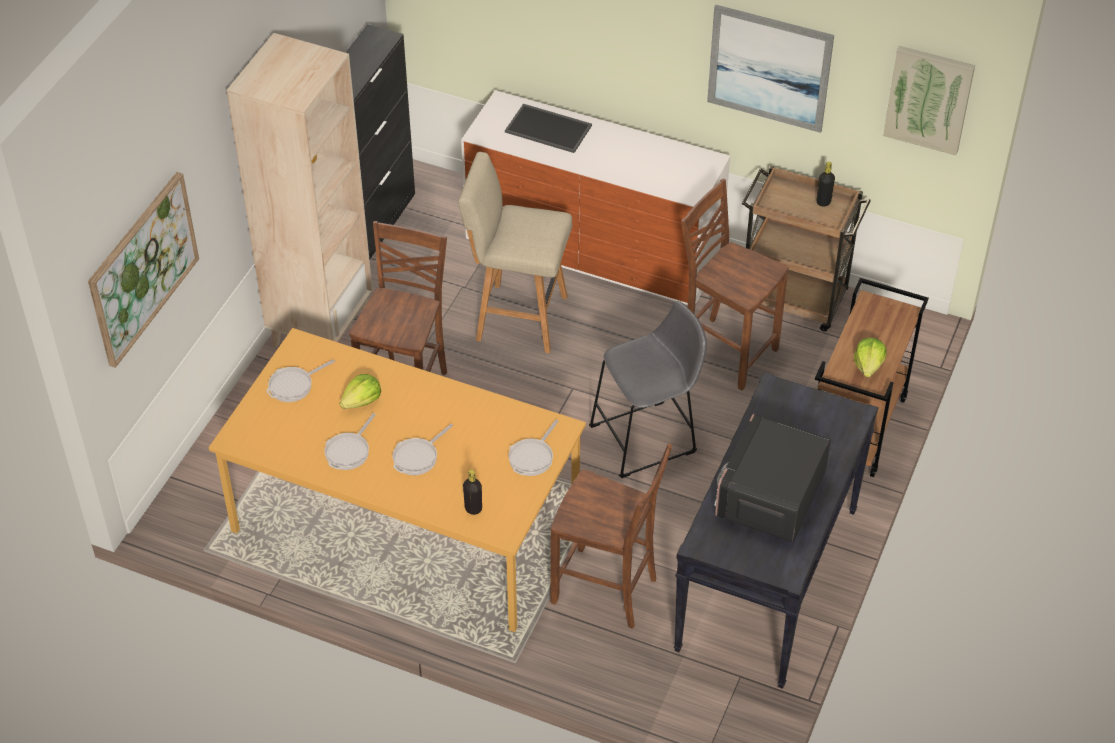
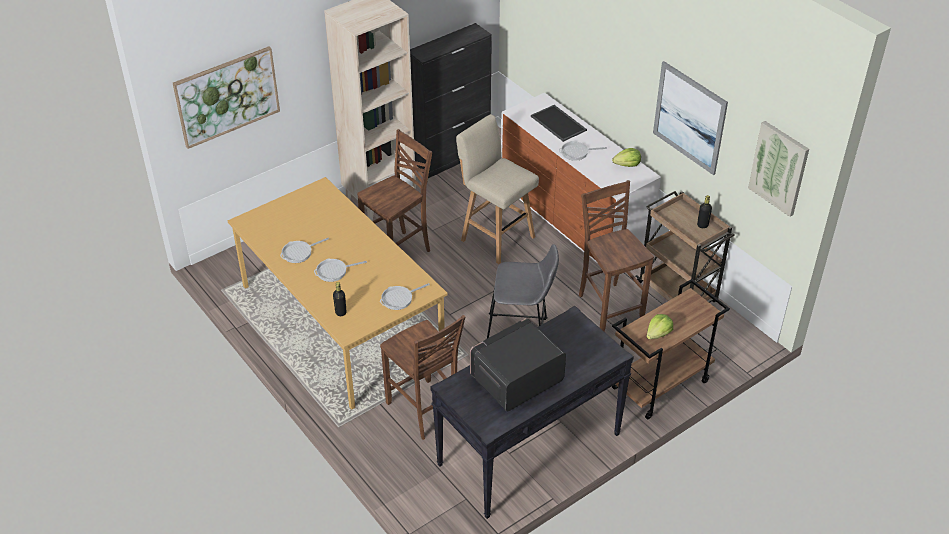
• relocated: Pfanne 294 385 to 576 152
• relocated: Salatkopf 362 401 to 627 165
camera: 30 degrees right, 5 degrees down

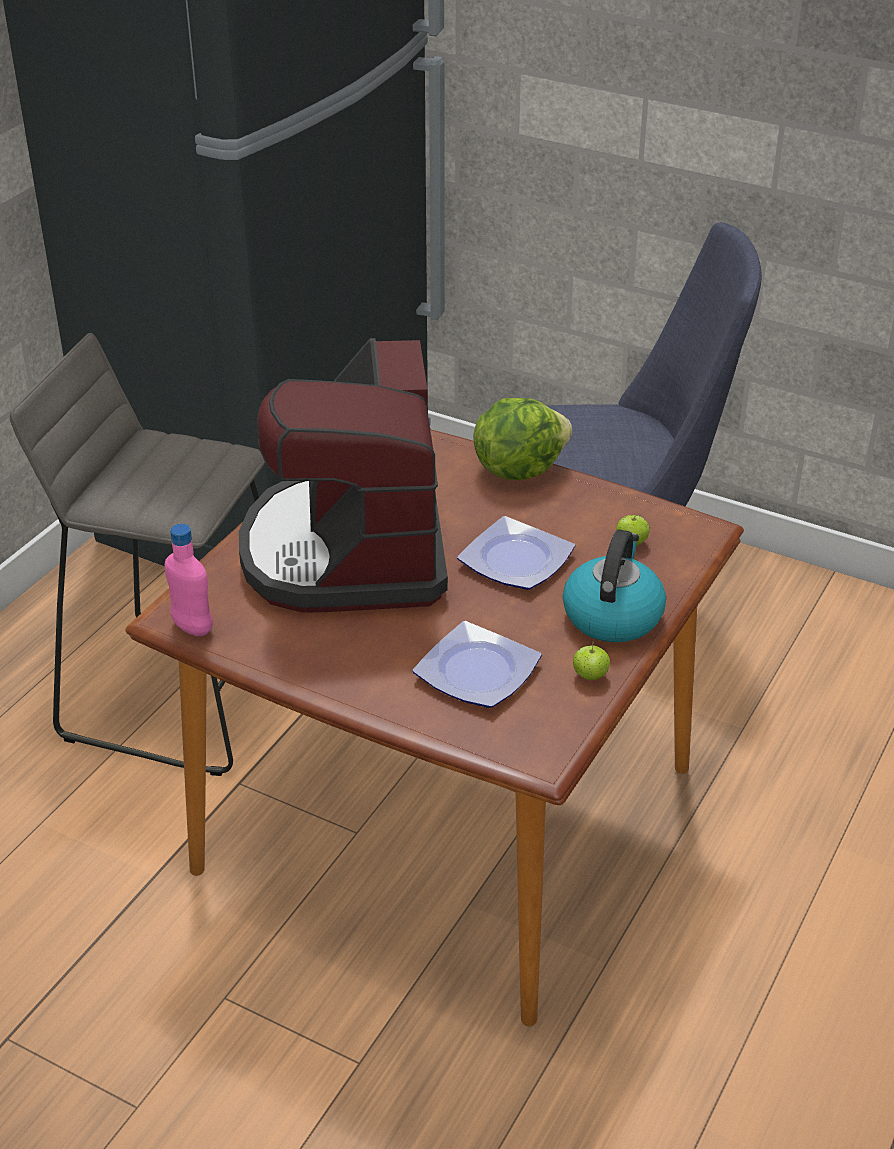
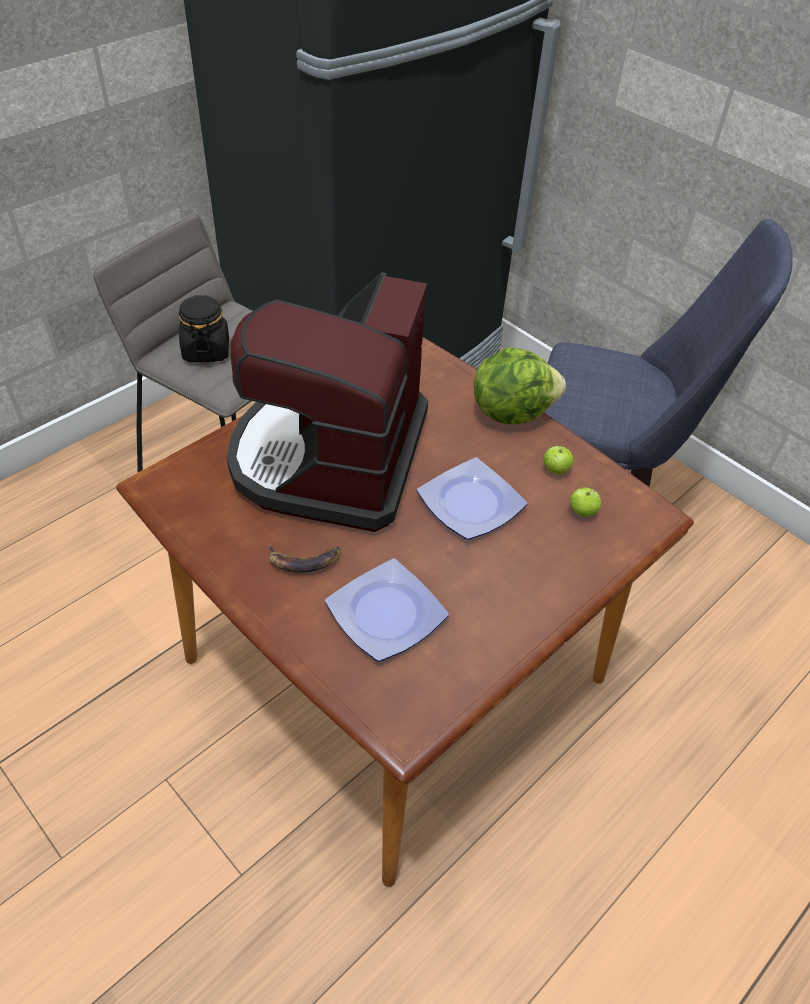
• missing: Flasche [rosa] 192 628
• missing: Wasserkessel 612 615
• relocated: Apfel 590 676 to 555 470
• appeared: Vorratsglas [schwarz] 206 350
• appeared: Banane 304 560
camera: 15 degrees right, 10 degrees up

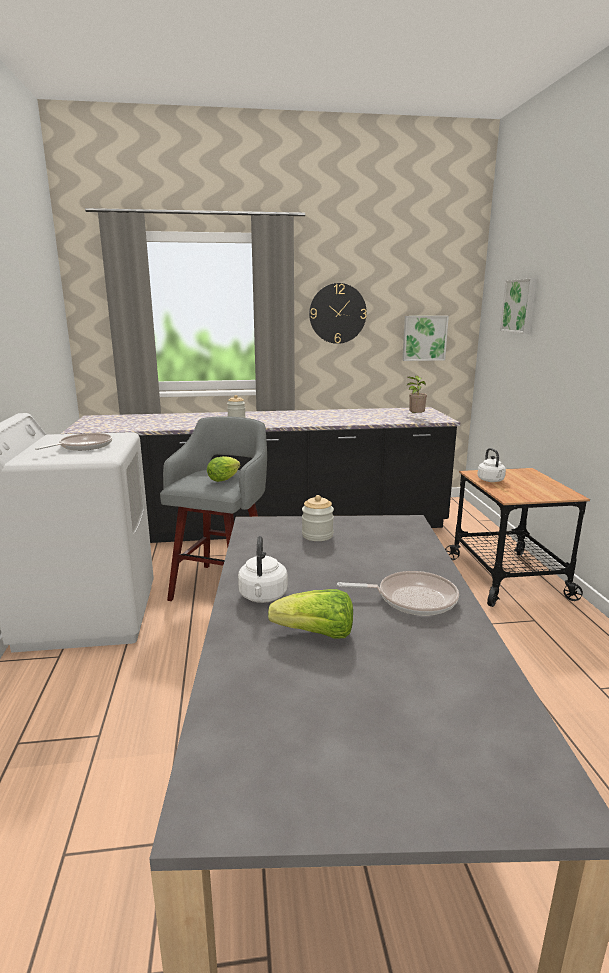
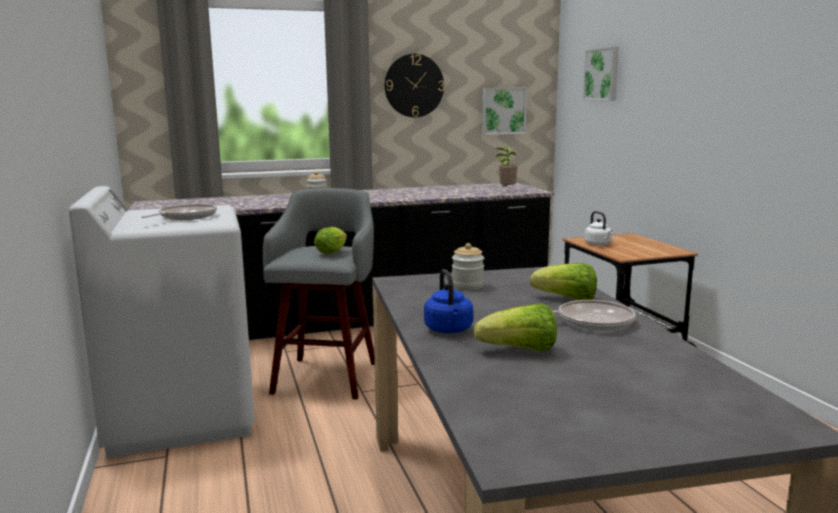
• colour: Wasserkessel [weiß] 263 597 to Wasserkessel [blau] 449 330
• appeared: Salatkopf 566 299
camera: 10 degrees left, 5 degrees down

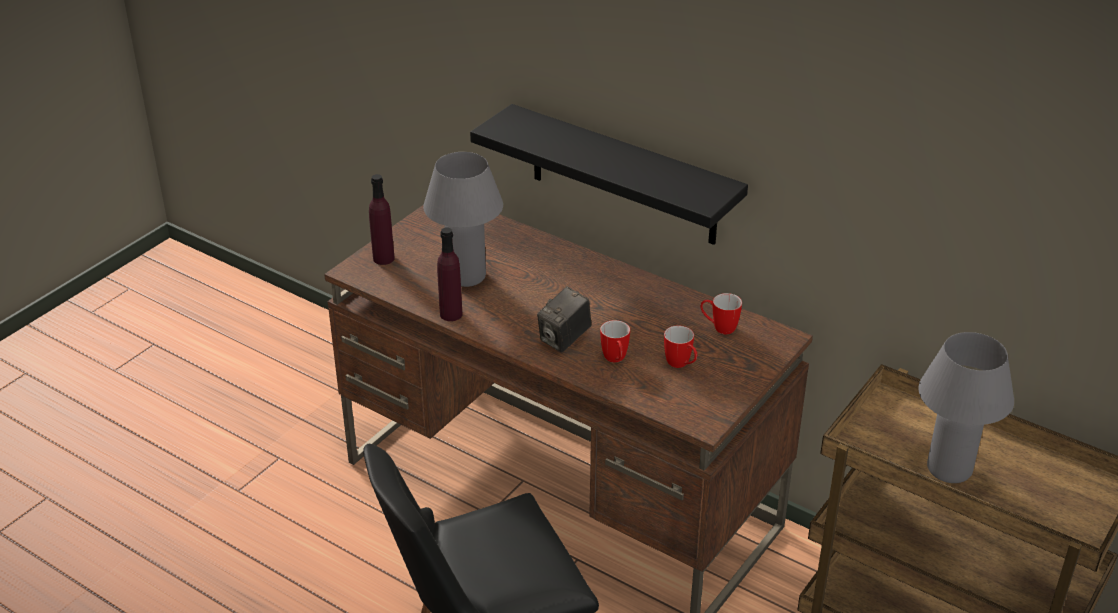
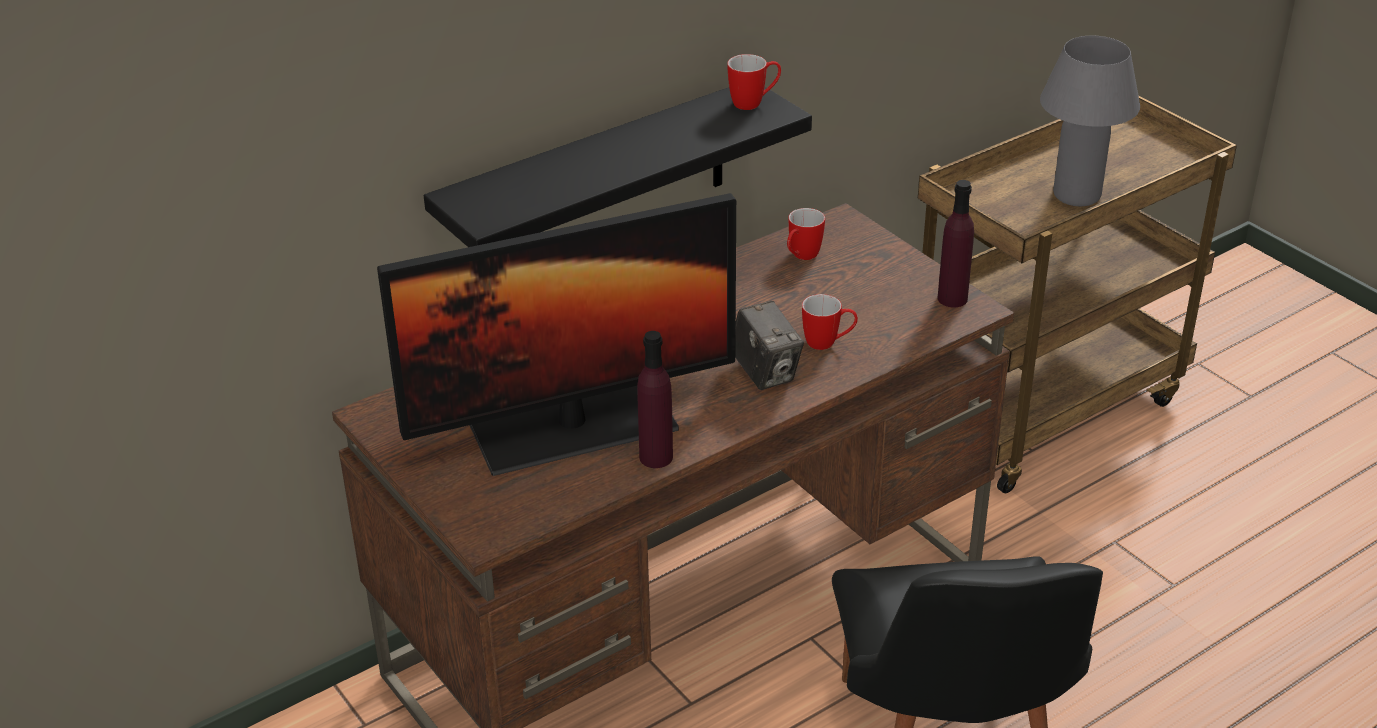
• relocated: Flasche [lila] 383 258 to 952 299
• exchanged: Tischlampe [grau] 466 276 to Monitor 573 427
• relocated: Henkelbecher 681 365 to 754 103
camera: 70 degrees left, 0 degrees up

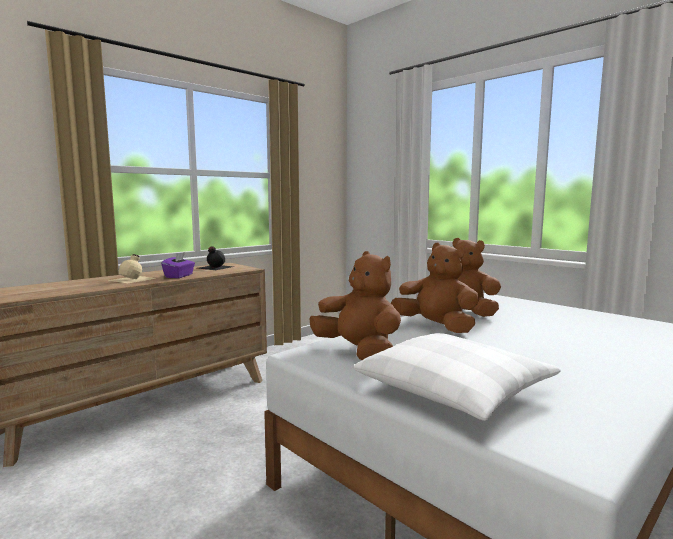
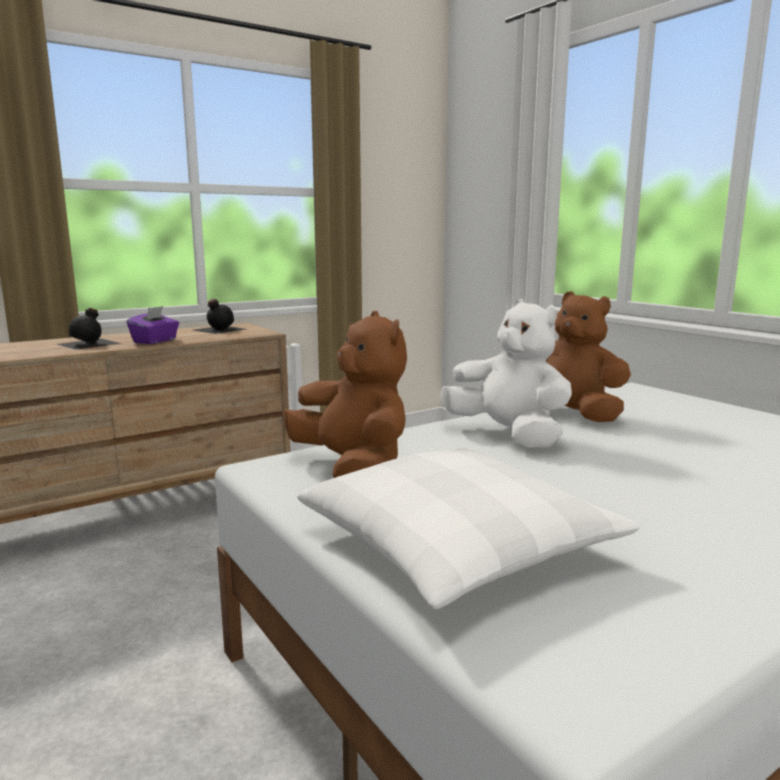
• colour: Flasche [beige] 133 279 to Flasche [schwarz] 90 343
• colour: Plüschtier [braun] 436 327 to Plüschtier [weiß] 508 435
camera: 10 degrees right, 5 degrees up

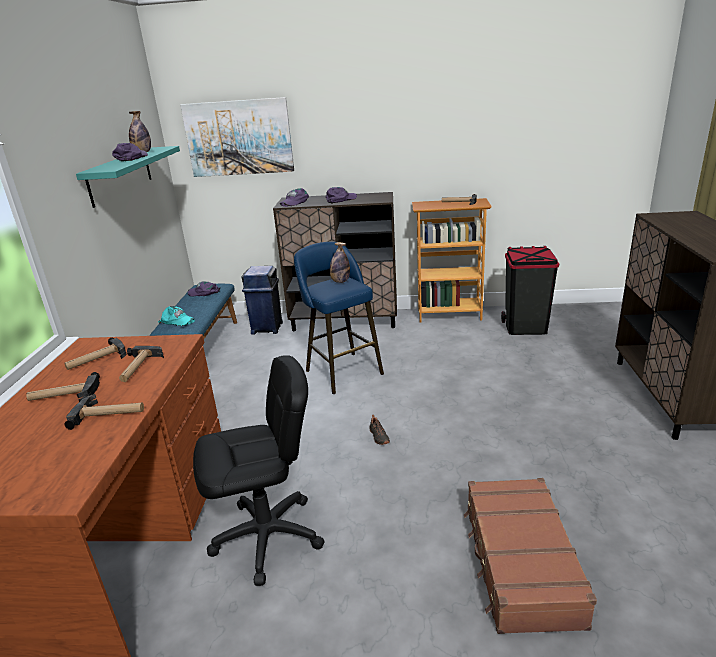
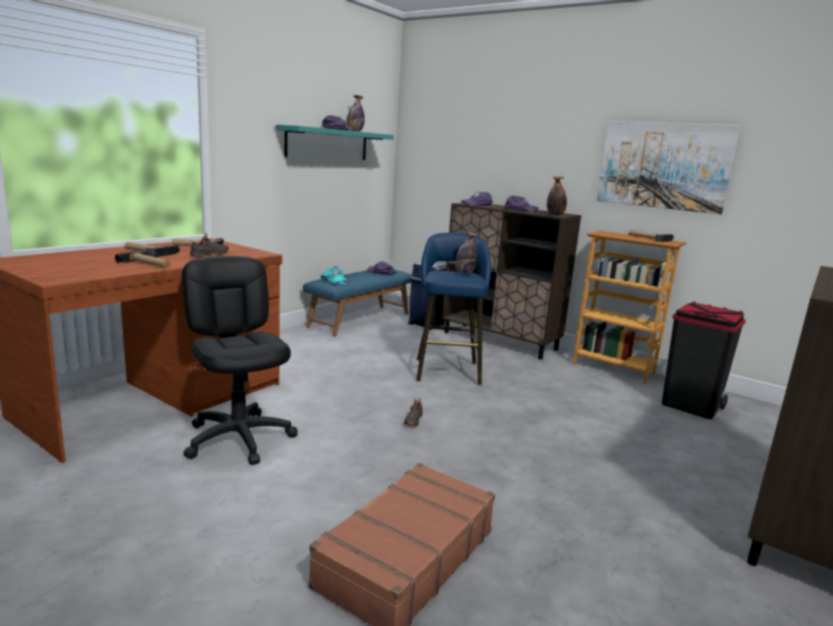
• exchanged: Hammer 138 367 to Schuh [schwarz] 210 255
• relocated: Bild 239 138 to 663 166
• spun: Bürostuhl [schwarz] 268 537 = 239 438 135 degrees counterclockwise
• appeared: Flasche 555 215
camera: 30 degrees right, 10 degrees down

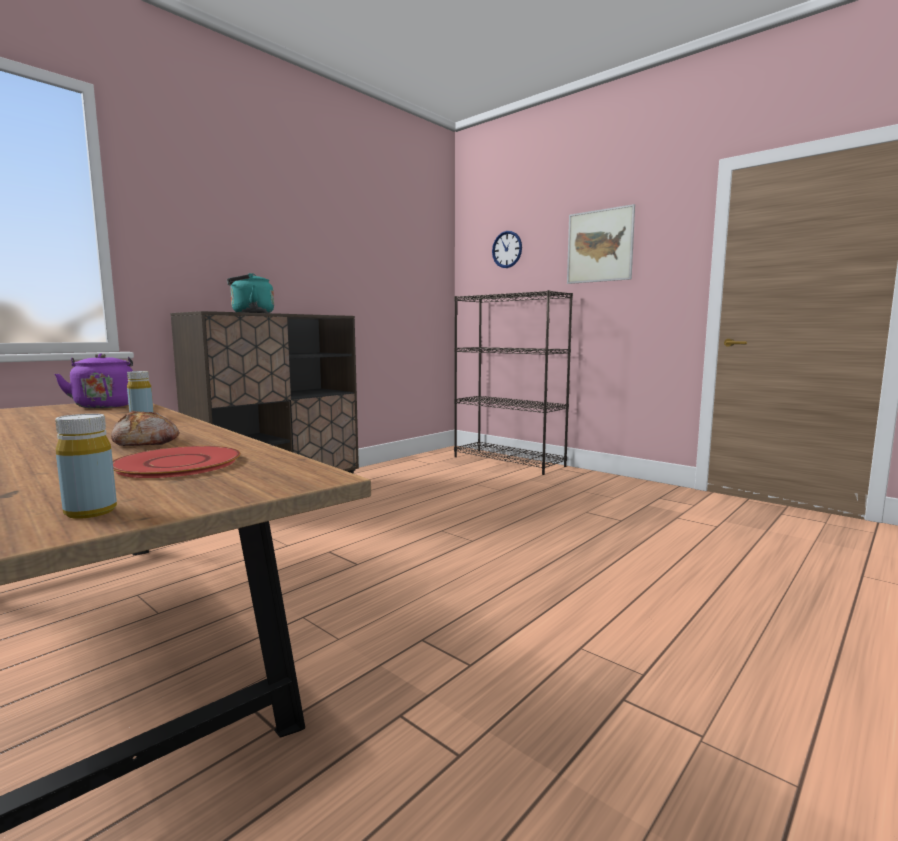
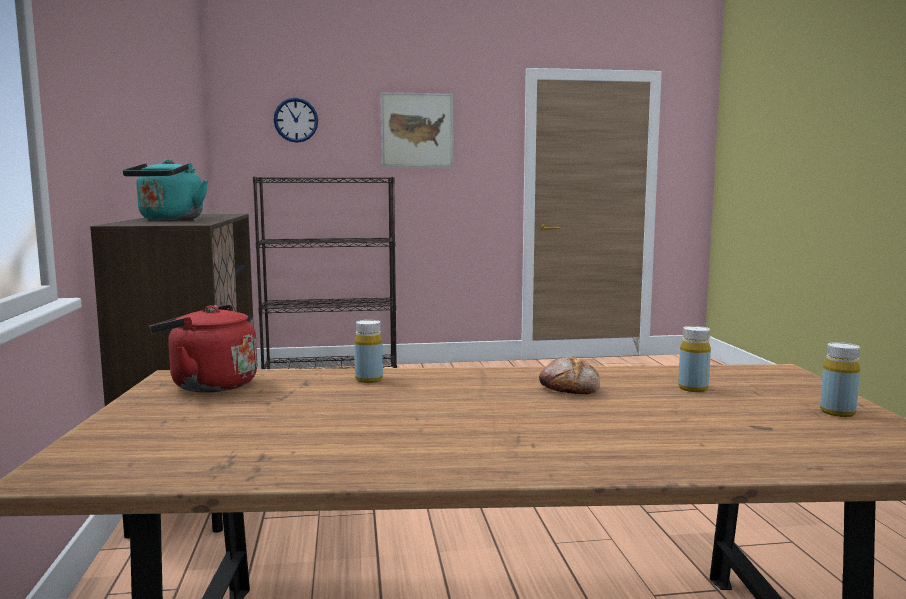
• colour: Wasserkessel [lila] 105 406 to Wasserkessel [rot] 208 385
• exchanged: Teller [rot] 177 463 to Flasche [gelb] 693 388
camera: 50 degrees left, 0 degrees up

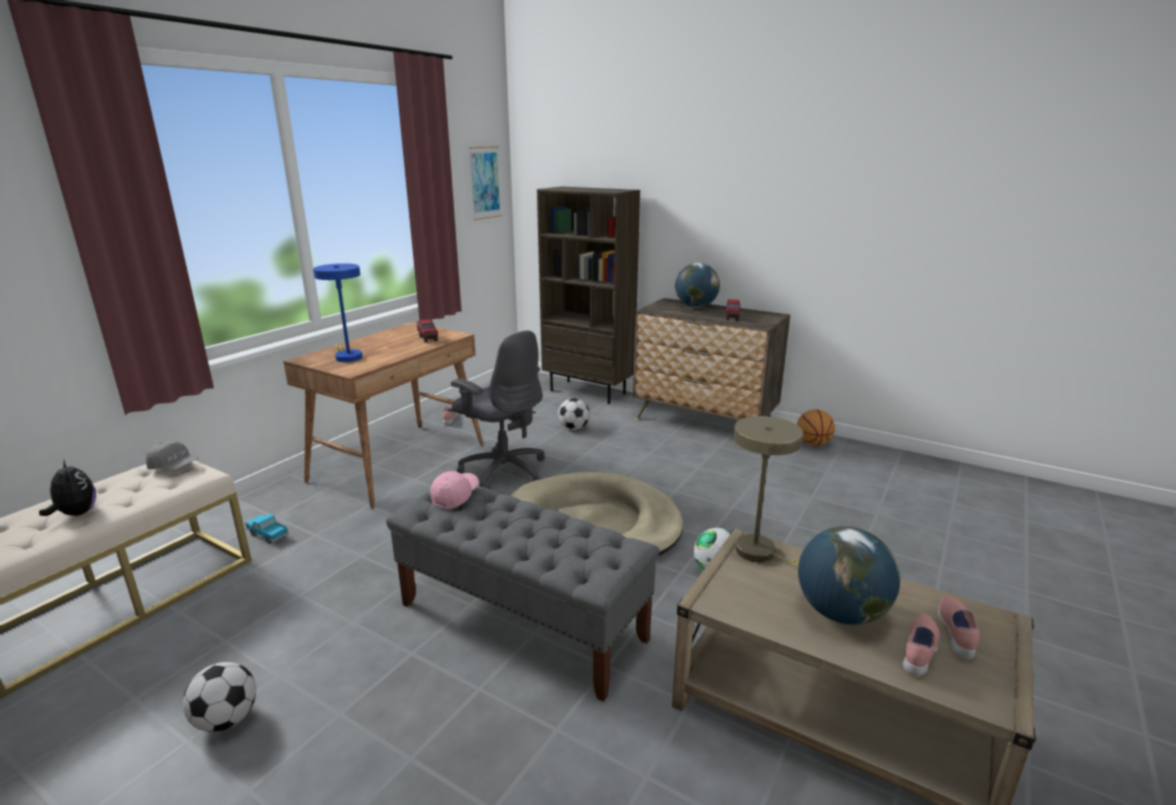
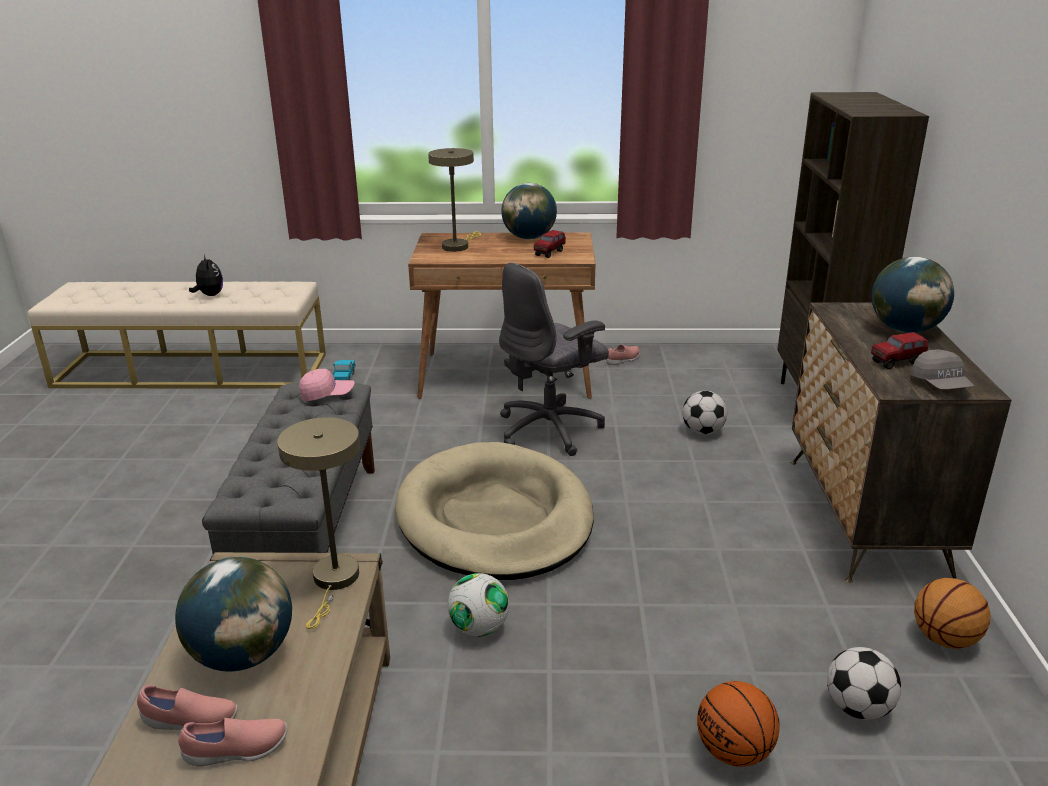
• spun: Plüschtier 76 514 = 209 295 45 degrees counterclockwise
• relocated: Kappe [grau] 175 467 to 940 385
• relocated: Fußball 226 720 to 858 708
• colour: Tischlampe [blau] 347 357 to Tischlampe [beige] 457 246
• spun: Bürostuhl [grau] 503 471 = 551 429 45 degrees clockwise
• missing: Bild 485 183
• appeared: Globus 529 238
• appeared: Basketball 734 751
camera: 60 degrees right, 5 degrees up

